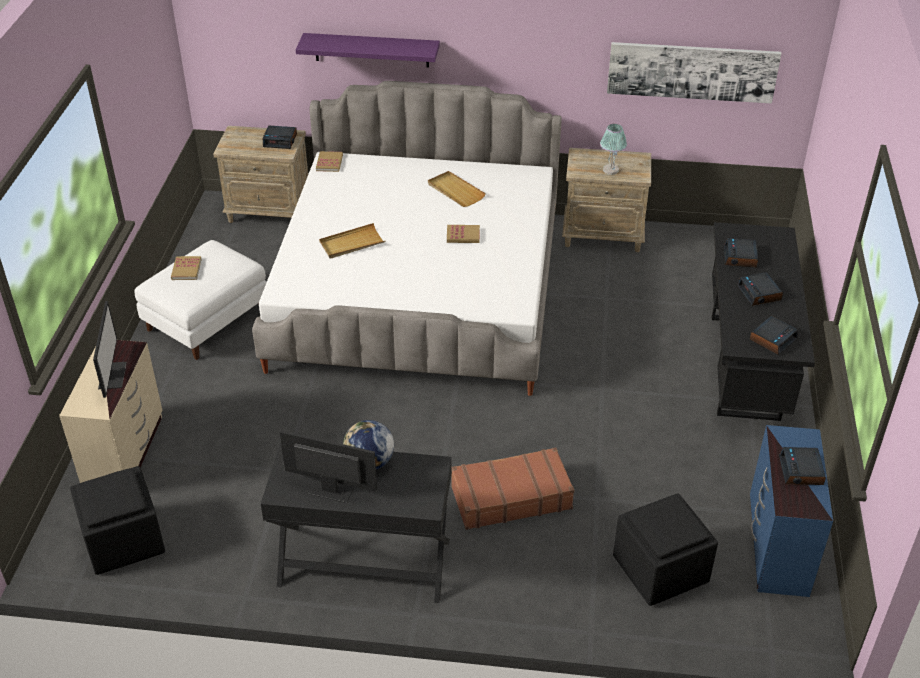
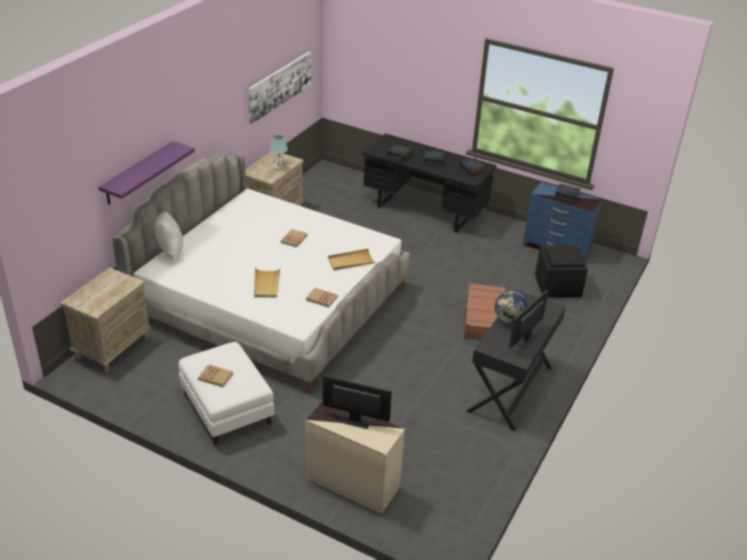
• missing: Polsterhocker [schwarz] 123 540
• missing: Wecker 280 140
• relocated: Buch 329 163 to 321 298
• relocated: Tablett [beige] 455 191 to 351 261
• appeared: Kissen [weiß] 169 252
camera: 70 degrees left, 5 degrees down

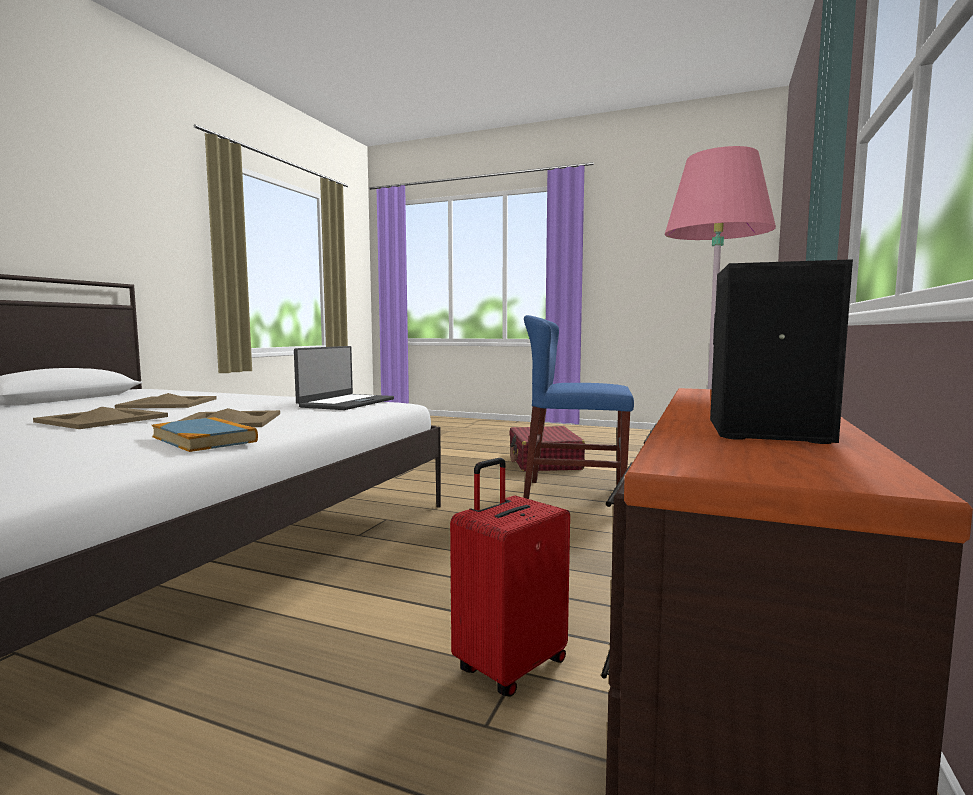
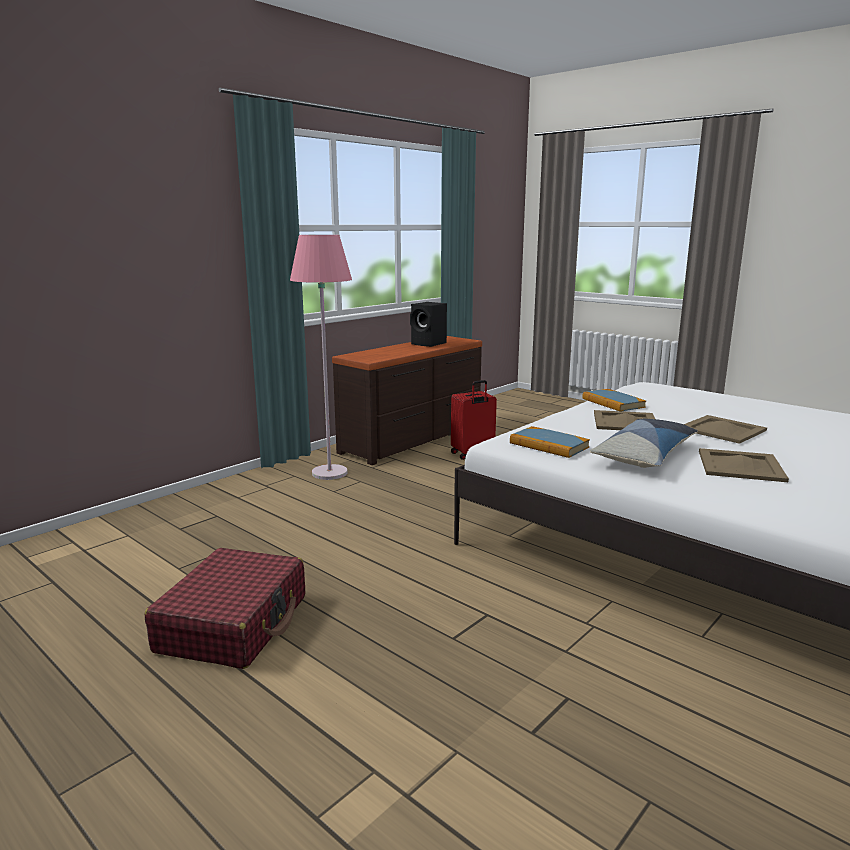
• exchanged: Laptop 346 403 to Buch 548 445
• missing: Stuhl [blau] 575 494
• appeared: Kissen 645 455
camera: 160 degrees left, 10 degrees up

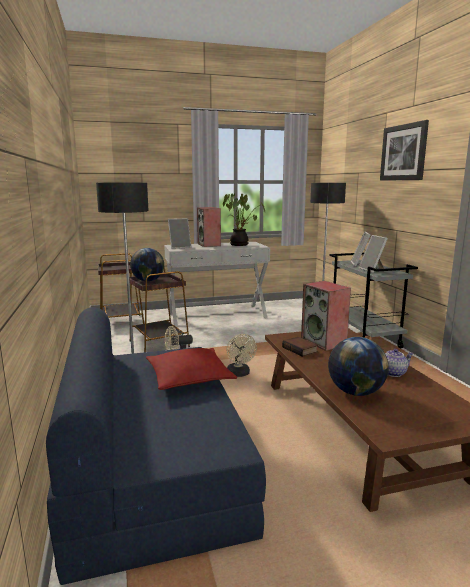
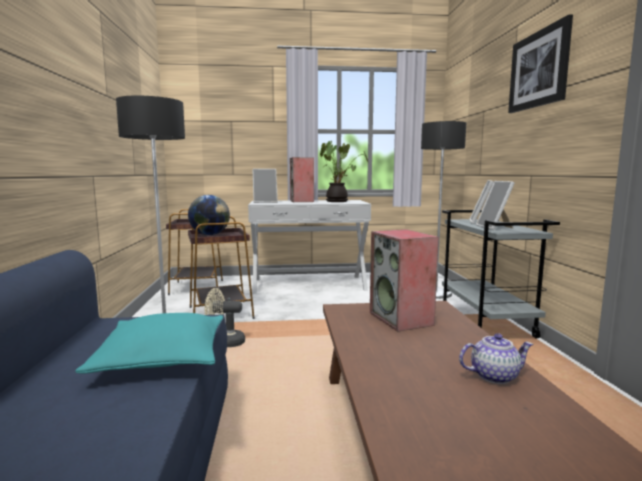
• colour: Kissen [rot] 189 378 to Kissen [türkis] 162 357
• missing: Ventilator [beige] 239 374
• missing: Buch 300 349
• missing: Globus 355 392
camera: 10 degrees right, 5 degrees down

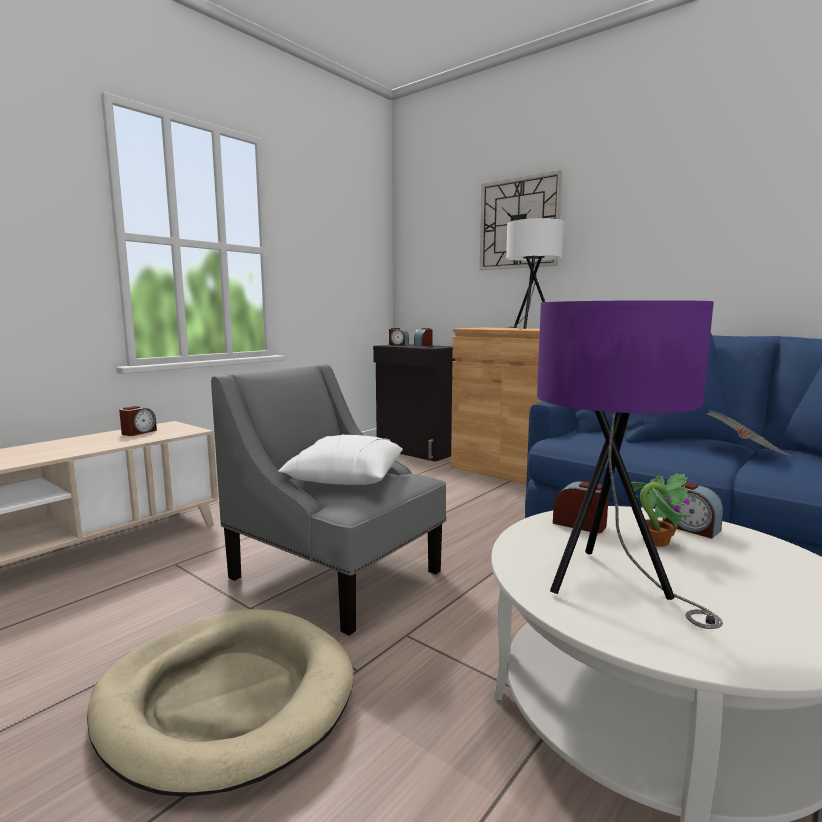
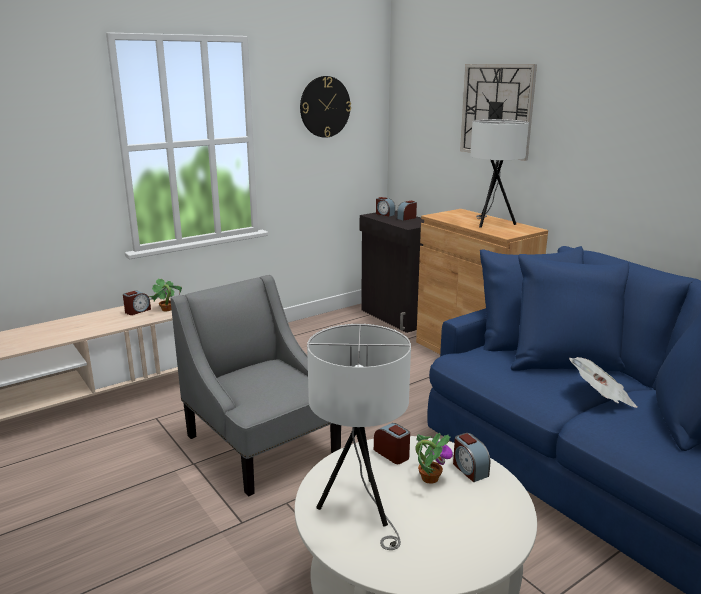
• missing: Hundebett [beige] 227 699
• missing: Kissen [weiß] 345 478
• colour: Tischlampe [lila] 609 585 to Tischlampe [weiß] 360 508
• appeared: Topfpflanze 166 309
• appeared: Wanduhr 325 107
camera: 15 degrees right, 10 degrees up

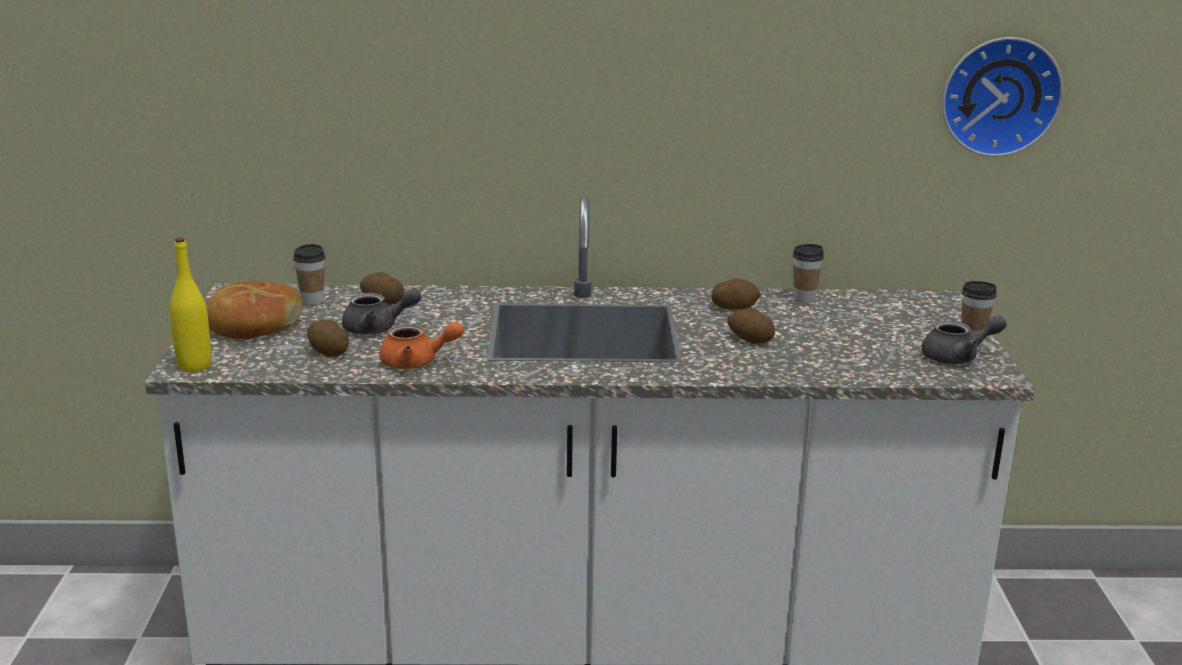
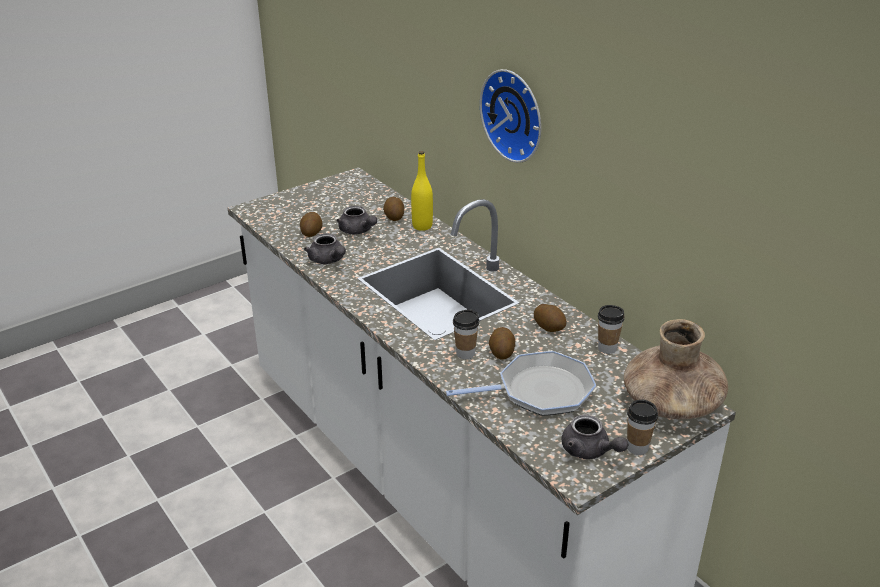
• relocated: Flasche [gelb] 194 366 to 422 226
• missing: Brot 253 325
• relocated: Tasse 312 301 to 465 353
• colour: Teekanne [orange] 417 362 to Teekanne [grau] 328 260
• relocated: Wanduhr 999 95 to 515 114
• appeared: Pfanne 539 391
• appeared: Vase [braun] 671 404
camera: 55 degrees right, 10 degrees up

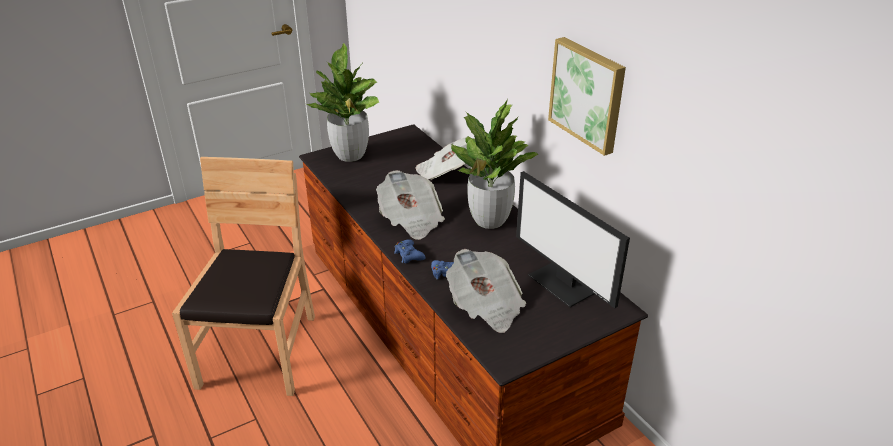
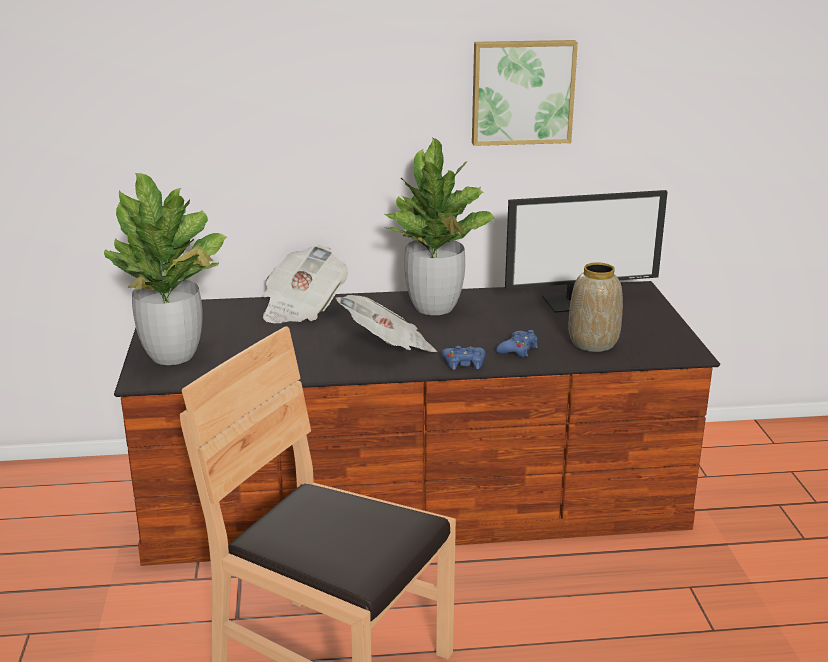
• exchanged: Zeitung 486 306 to Vase 593 343
camera: 65 degrees left, 10 degrees down

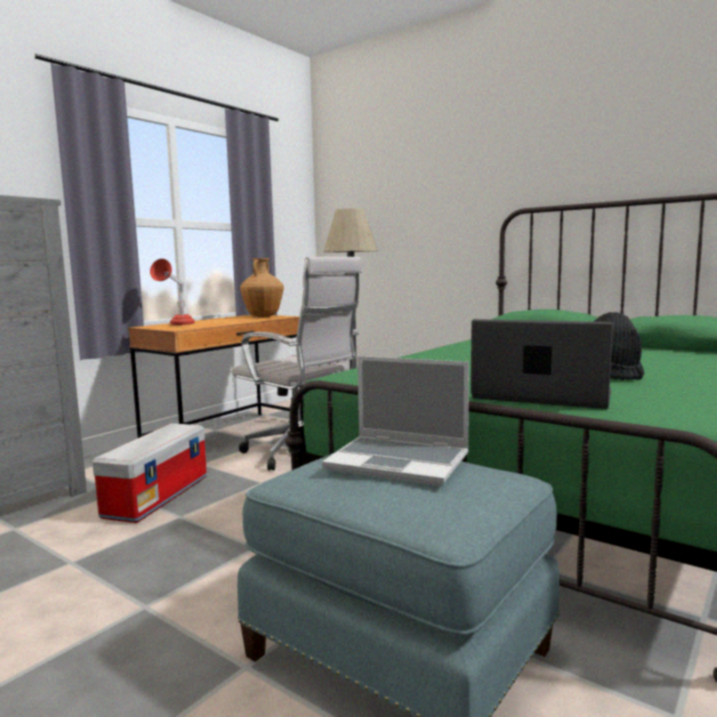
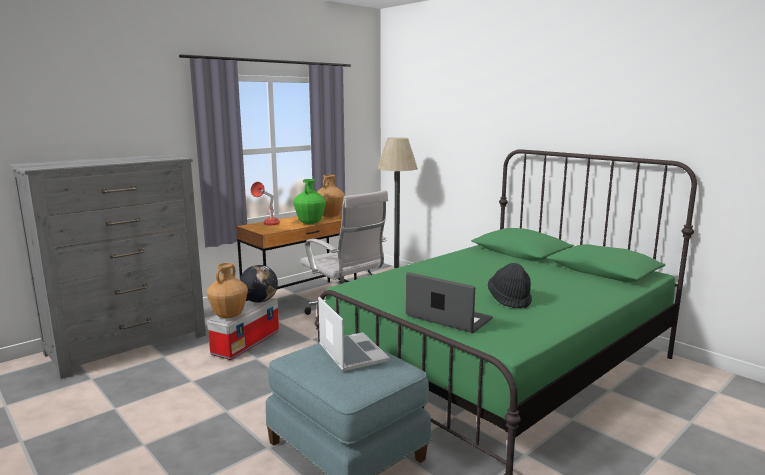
• spun: Laptop 400 462 = 351 353 150 degrees counterclockwise
• appeared: Vase [braun] 229 316
• appeared: Globus 259 301
• appeared: Vase [grün] 310 223
camera: 10 degrees right, 5 degrees up

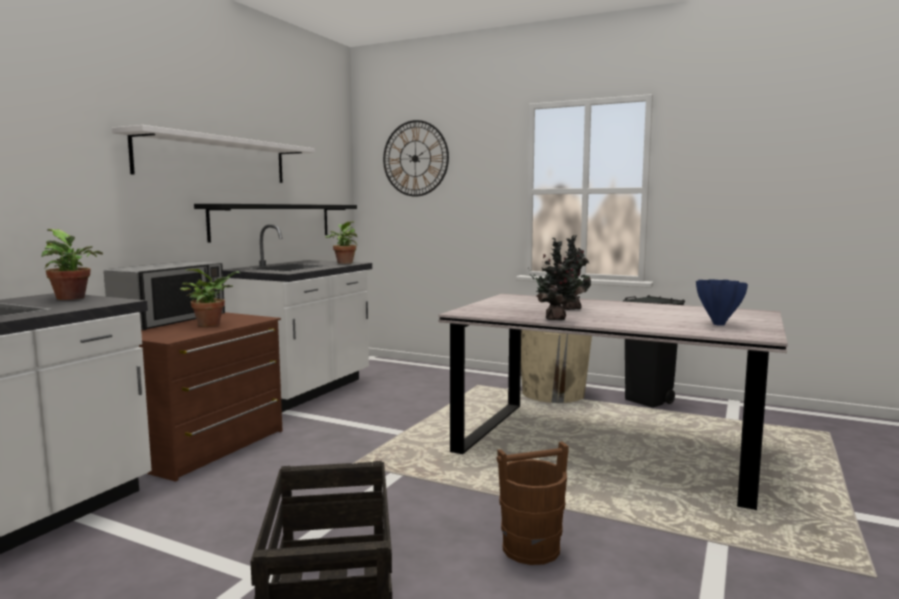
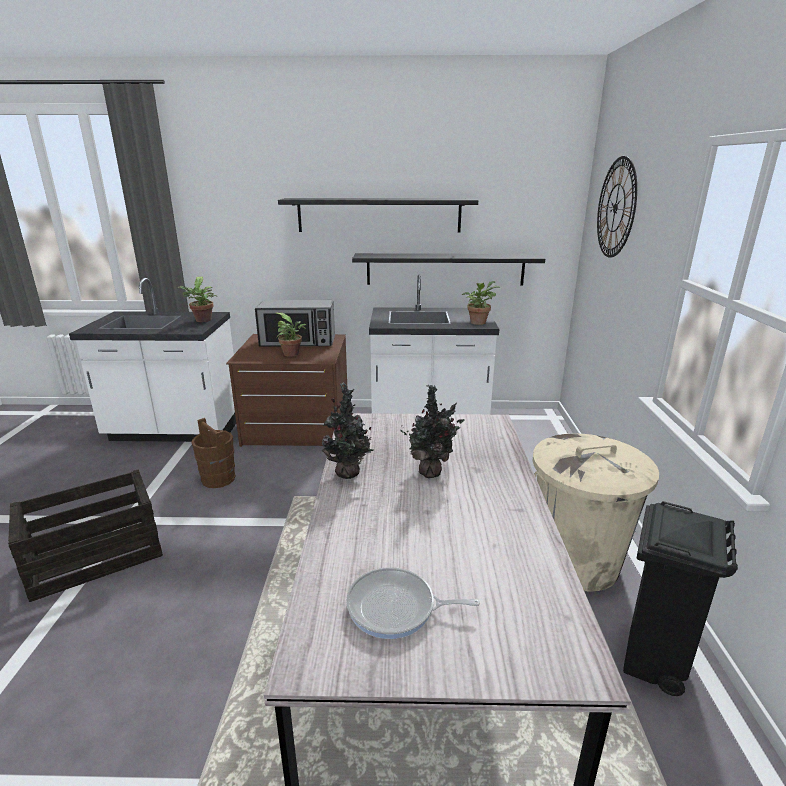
• colour: Wandregal [weiß] 215 159 to Wandregal [schwarz] 379 215
• relocated: Eimer [braun] 530 548 to 218 479
• exchanged: Vase [blau] 718 324 to Pfanne 396 608
camera: 65 degrees right, 15 degrees up

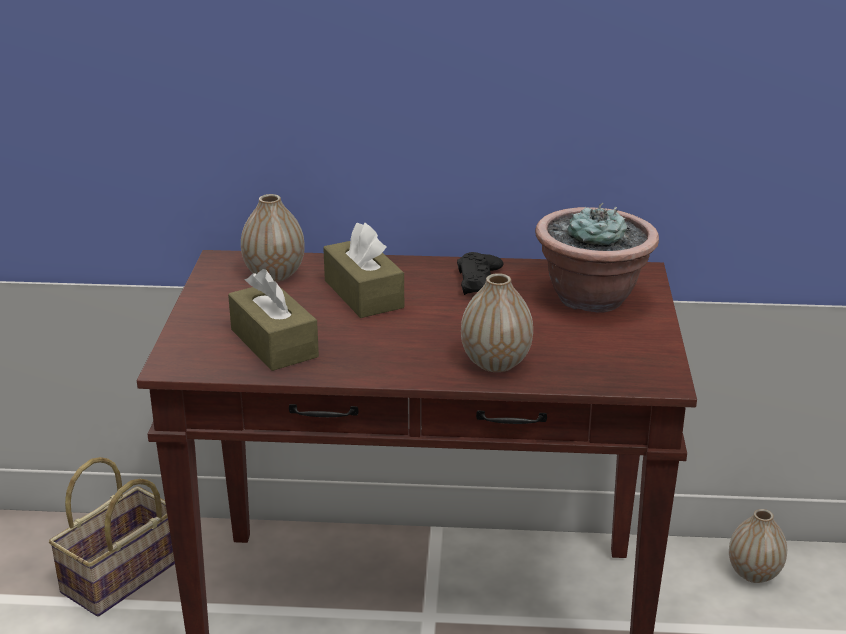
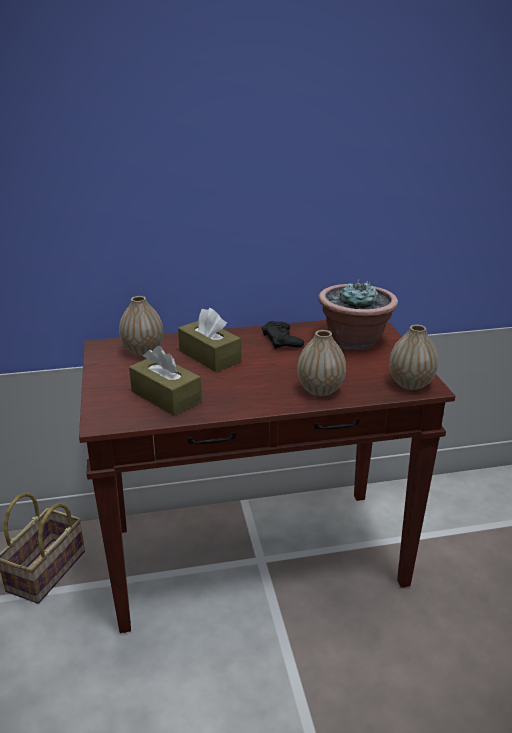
• relocated: Vase 754 573 to 410 384
camera: 15 degrees left, 0 degrees up

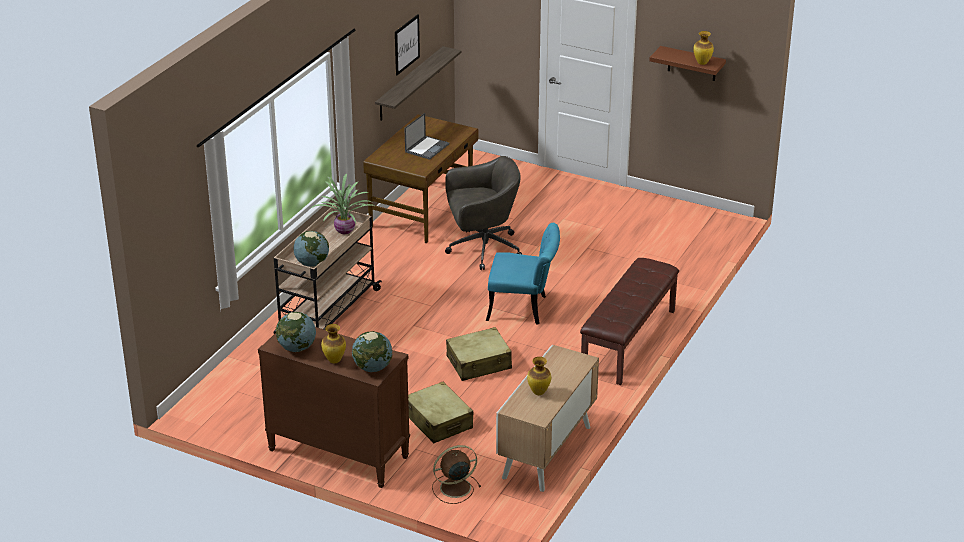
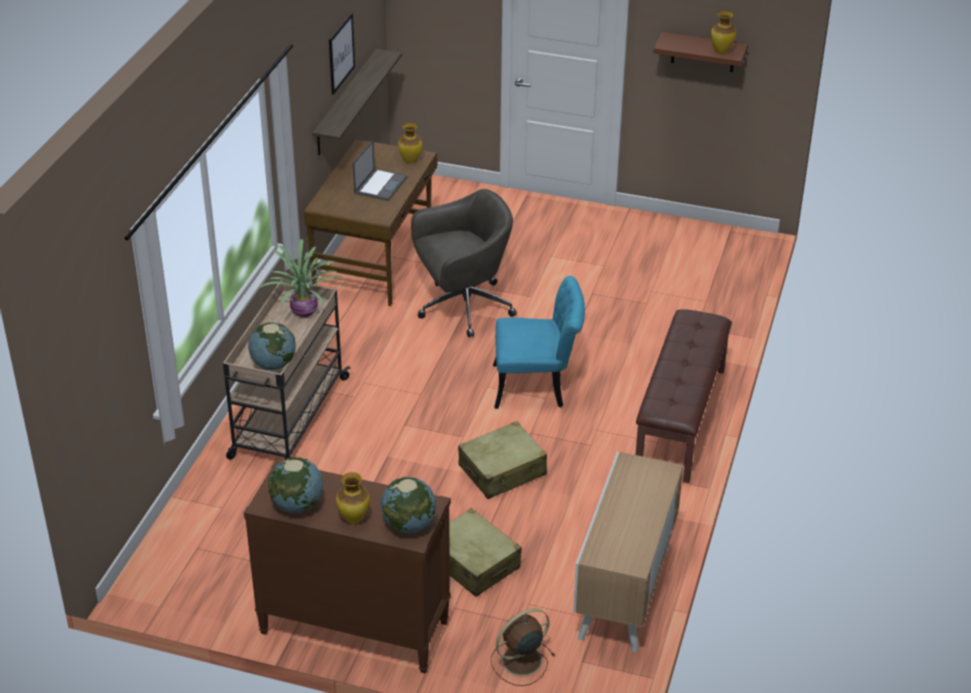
• relocated: Vase 538 392 to 410 161
camera: 10 degrees left, 5 degrees up

